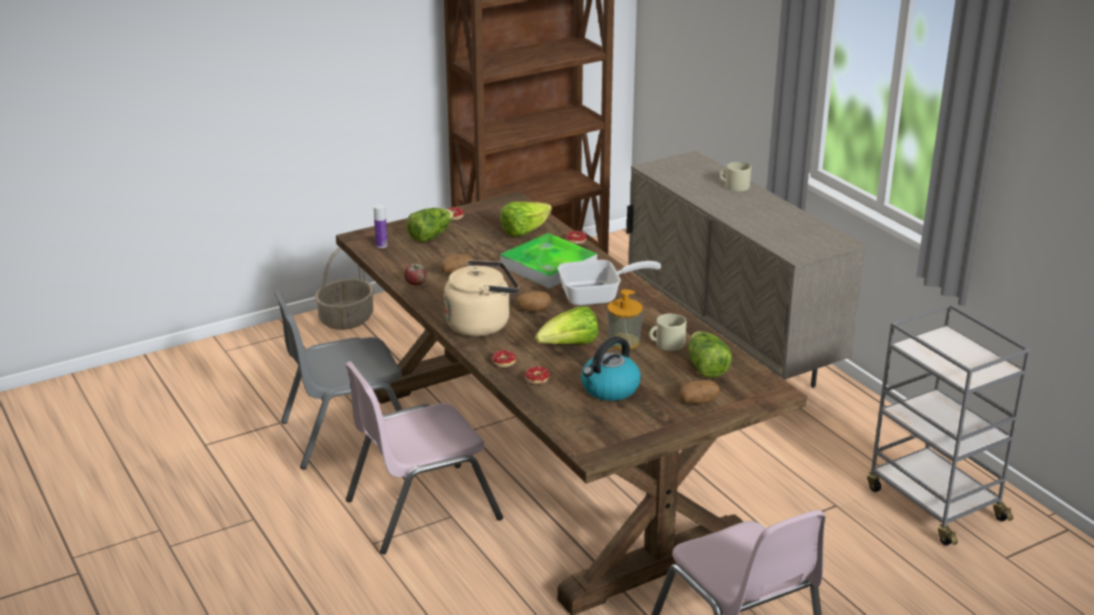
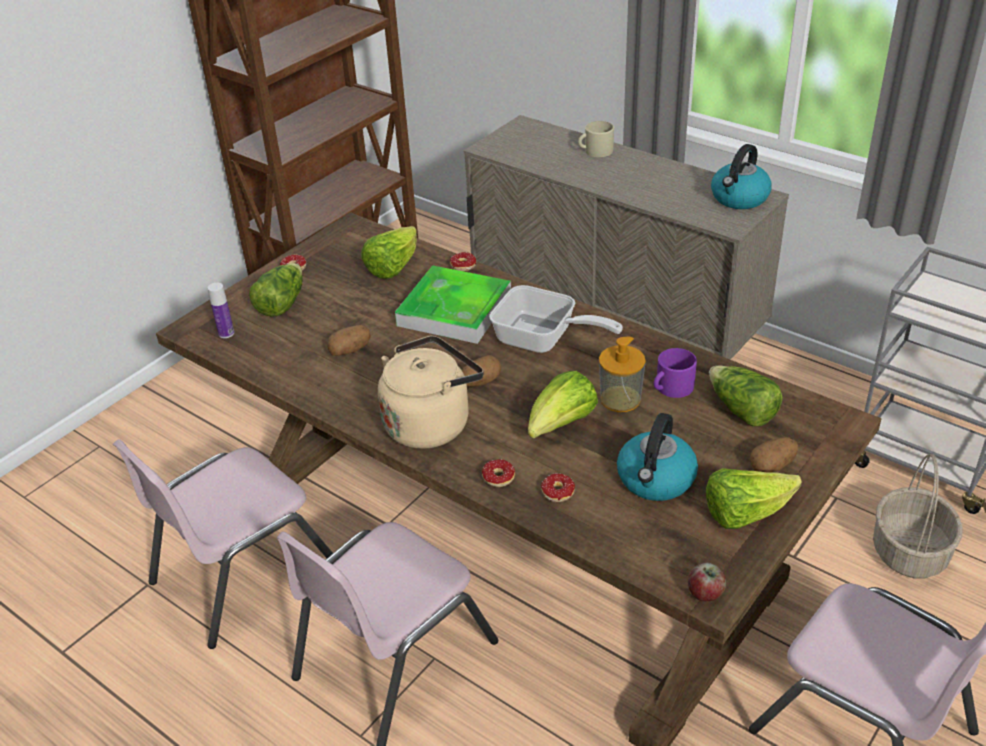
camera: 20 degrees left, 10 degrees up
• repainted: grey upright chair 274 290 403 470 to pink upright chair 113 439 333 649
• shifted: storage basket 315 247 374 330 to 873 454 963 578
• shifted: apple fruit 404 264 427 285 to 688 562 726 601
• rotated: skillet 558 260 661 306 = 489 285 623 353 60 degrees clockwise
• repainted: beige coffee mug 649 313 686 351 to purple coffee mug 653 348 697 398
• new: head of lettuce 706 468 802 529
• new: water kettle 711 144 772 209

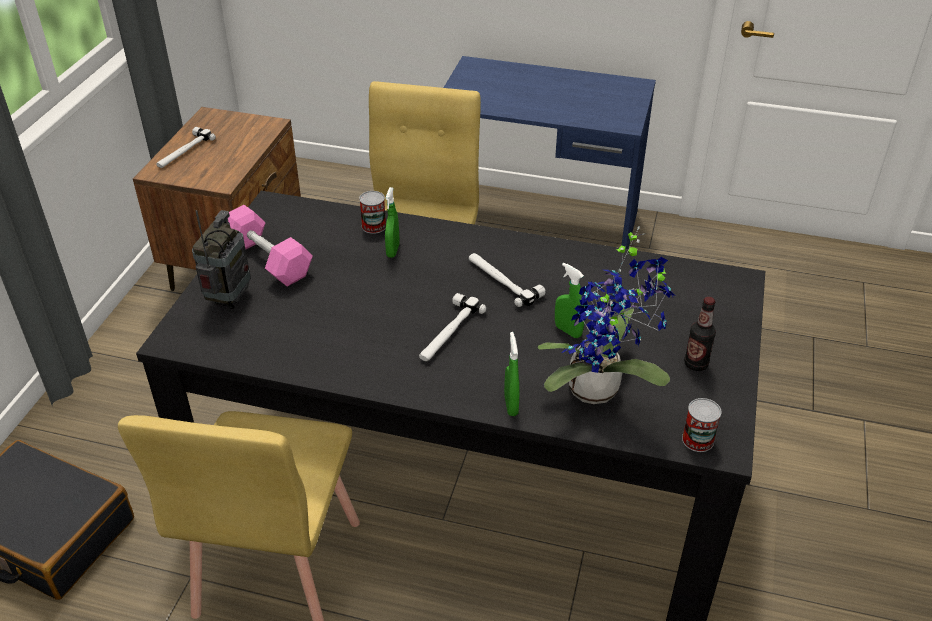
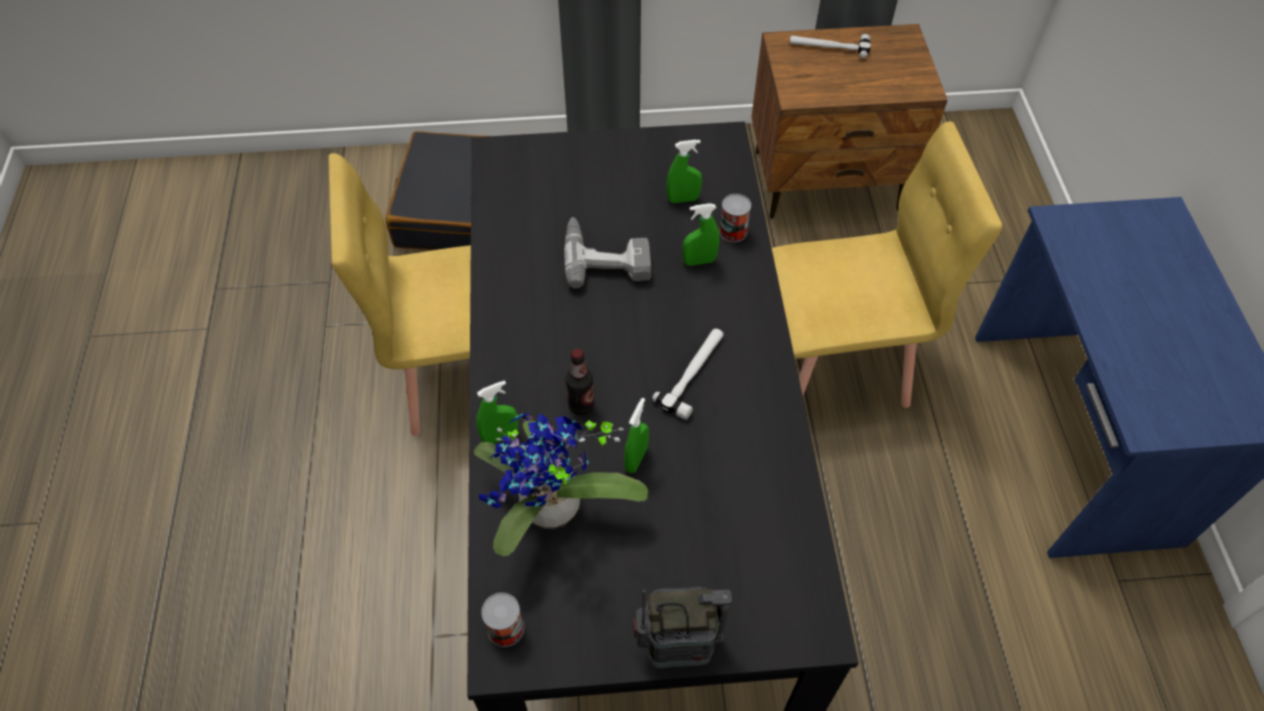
camera: 70 degrees right, 15 degrees up
• shifted: radio receiver 192 210 251 309 to 633 587 732 668
• gone: pink hand weight 228 205 313 287
• gone: hand hammer 419 293 486 361
• shifted: bottle 684 297 716 371 to 565 348 595 415
• new: drill 564 217 651 288
• new: green-coloured sprayer 667 139 702 203

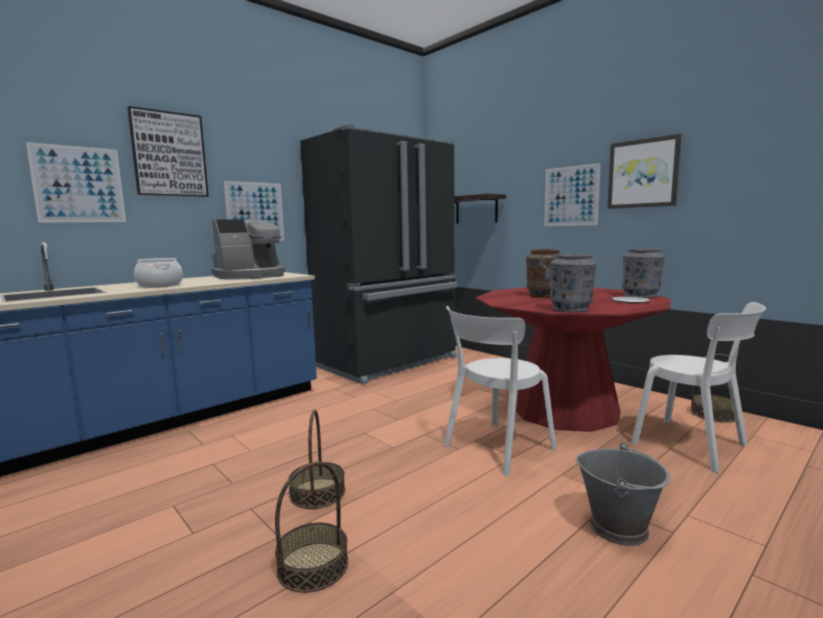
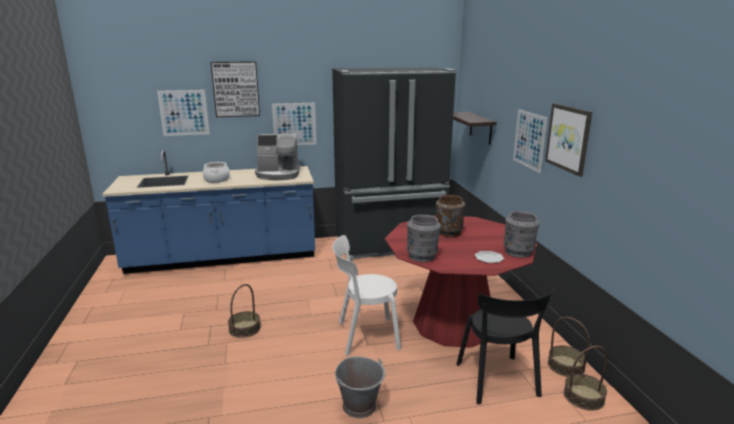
camera: 30 degrees right, 10 degrees up
• shifted: storage basket 275 462 348 593 to 564 346 607 411
• repainted: whitish upright chair 631 302 766 473 to black-coloured upright chair 456 288 556 404

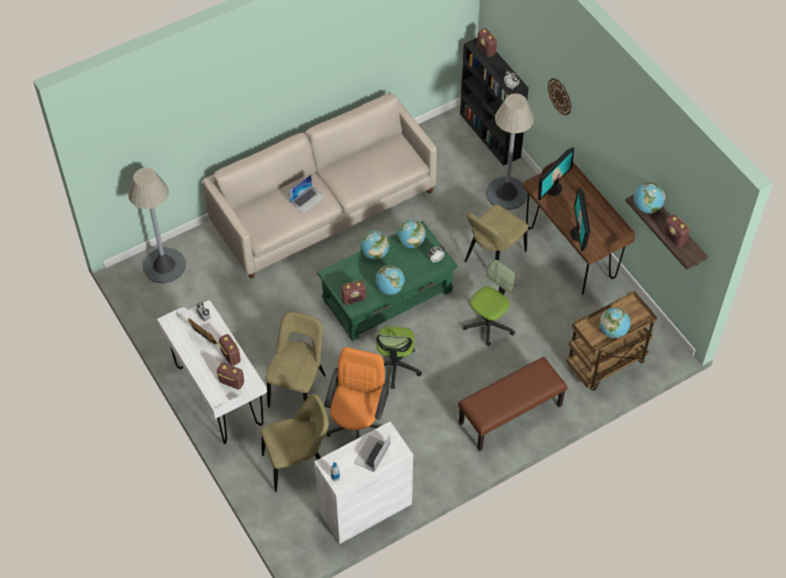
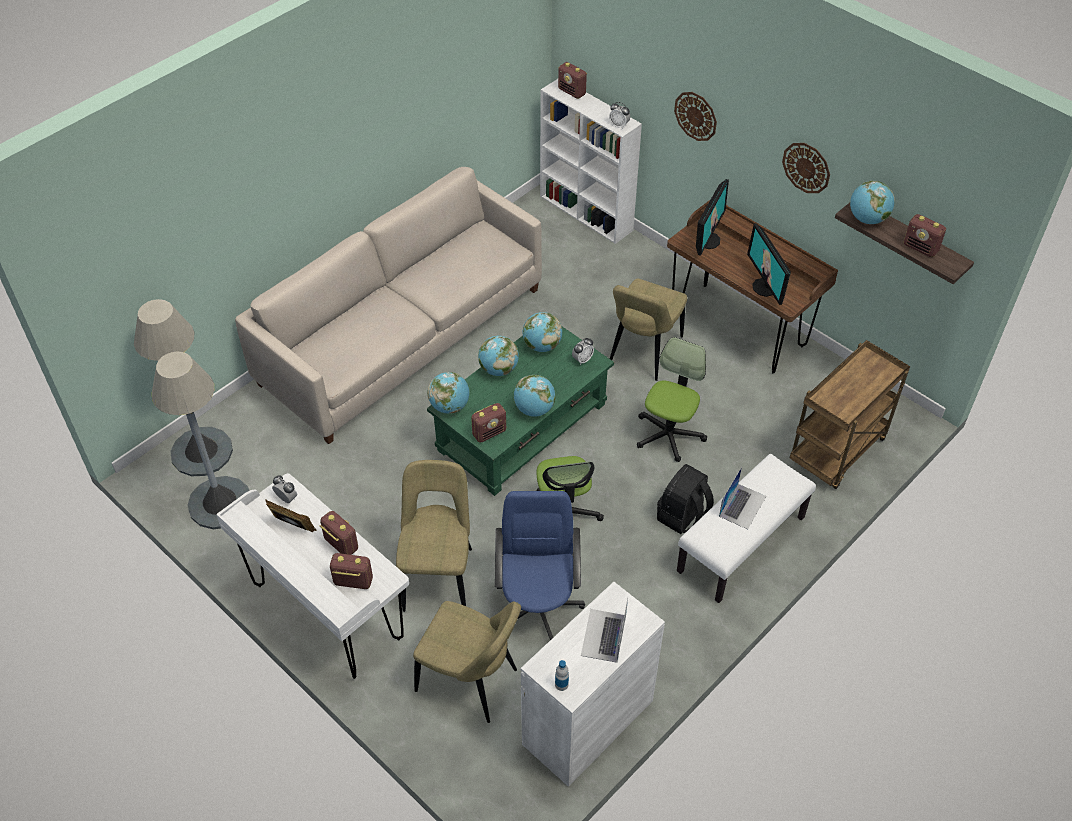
camera: 15 degrees left, 5 degrees down
• rotated: beige upright chair 261 394 329 492 = 413 601 521 723 60 degrees clockwise
• shifted: portable computer 289 174 325 214 to 719 467 766 529
• repainted: orange-coloured desk chair 324 347 390 439 to bluish desk chair 495 491 585 640
• repainted: brownish bench 458 357 567 451 to whitish bench 677 454 816 603
• repainted: black-coloured bookcase 460 38 529 166 to whitish bookcase 540 79 642 244
• shifted: grey floor lamp 486 94 534 210 to 152 352 250 529
• shifted: world globe 599 308 630 338 to 428 372 469 414
• new: black-coloured rucksack 657 464 714 534
• new: clock on the wall 782 143 830 193

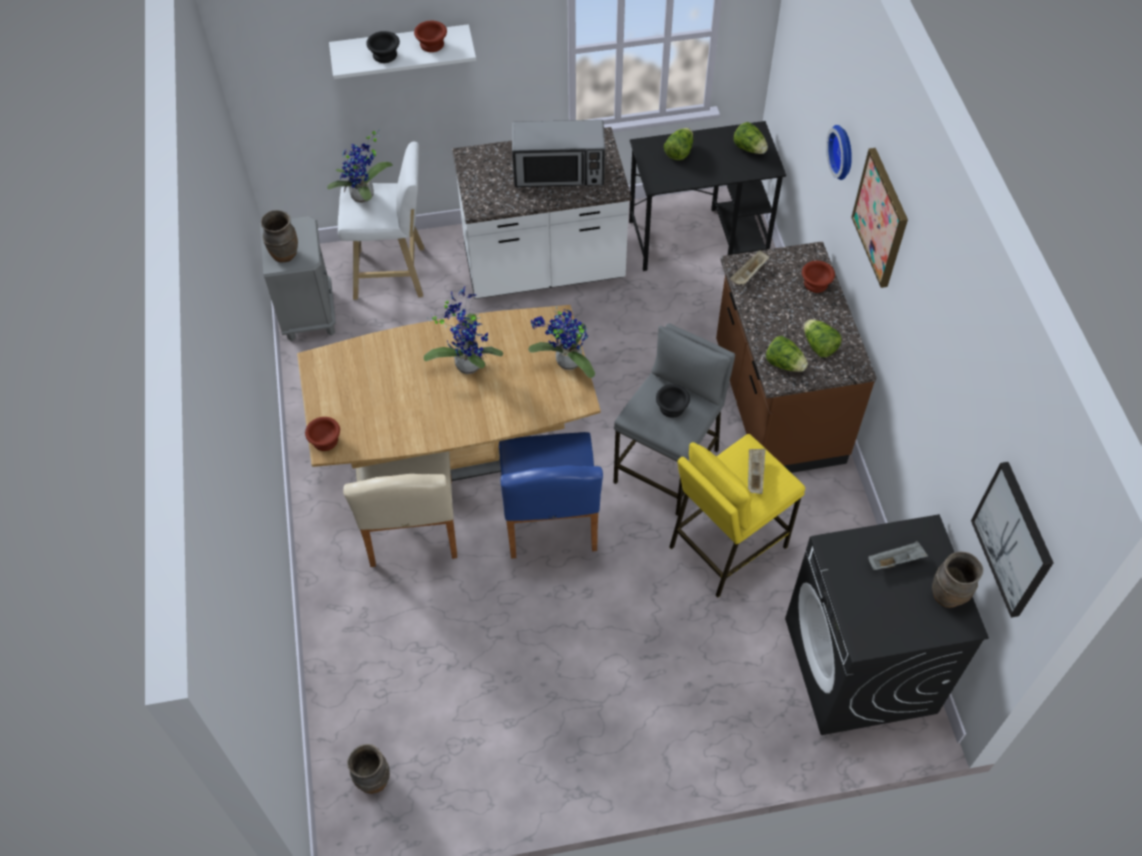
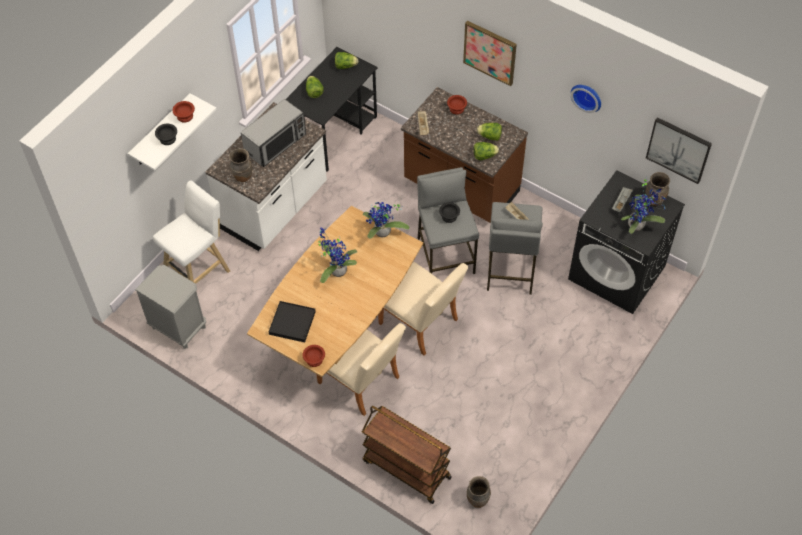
camera: 45 degrees left, 0 degrees up
• shifted: brownish decorative vase 261 210 298 263 to 229 148 252 182
• shifted: houseplant 327 129 393 203 to 621 179 667 234
• repainted: bluish upright chair 499 432 603 559 to beige upright chair 378 262 468 355
• repainted: yellow-coloured stool 670 434 805 598 to grey stool 487 202 543 295
• shifted: clock on the wall 826 125 852 180 to 571 85 601 113
• new: black-coloured serving tray 269 301 316 343
• new: brownish cart 362 406 452 504

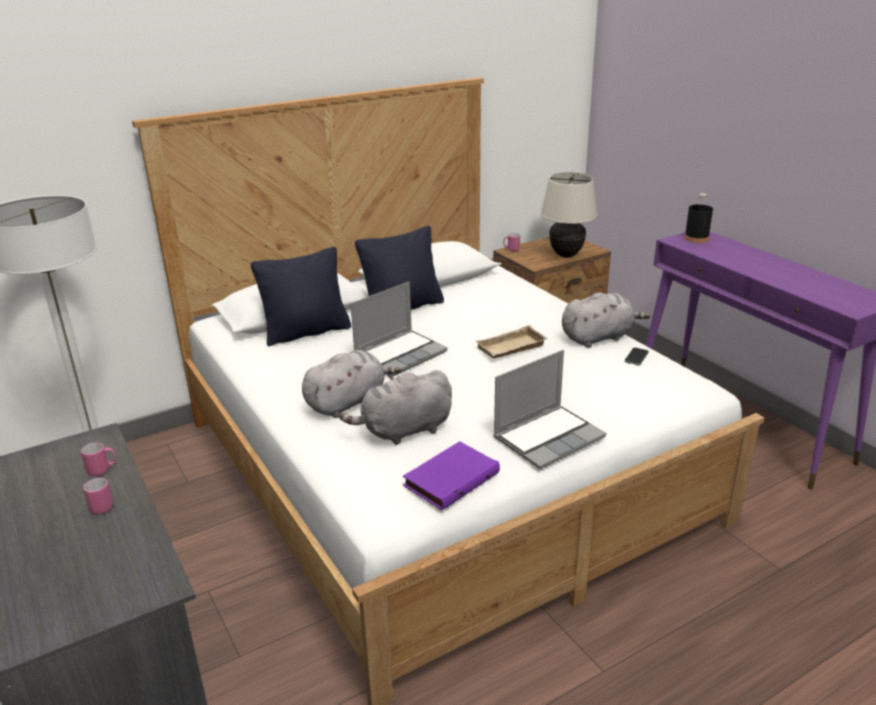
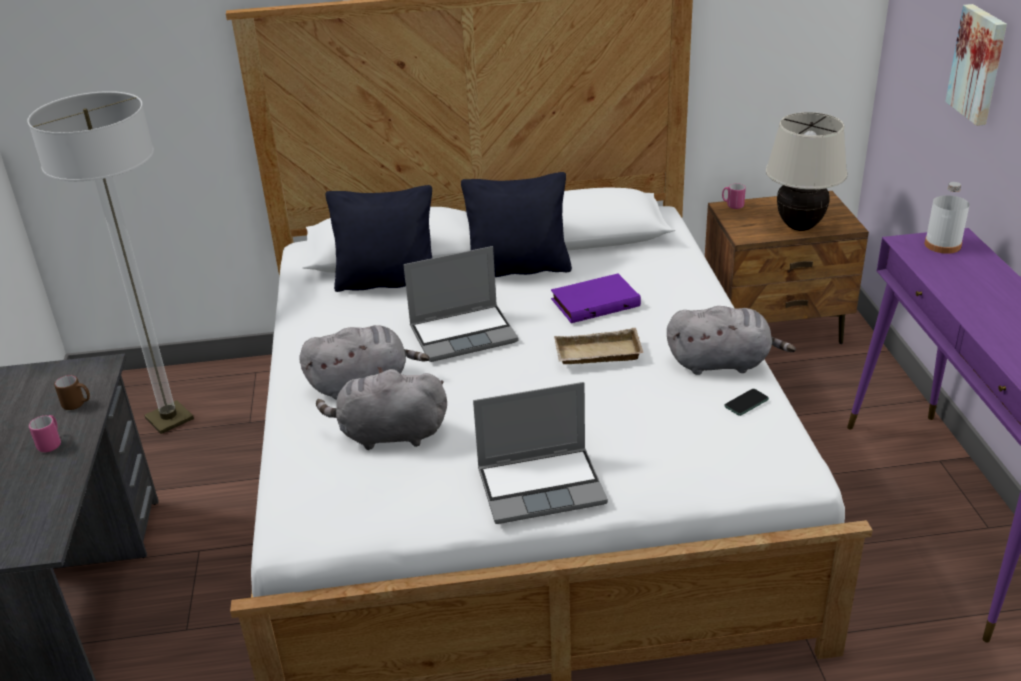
camera: 25 degrees right, 5 degrees up
• repainted: pink coffee mug 81 443 116 476 to brownish coffee mug 54 375 90 410
• shifted: purple volume 403 441 500 510 to 551 274 641 323
• repainted: black-coloured bottle 684 193 713 243 to whitish bottle 925 182 969 254
• new: wall art 945 4 1007 126

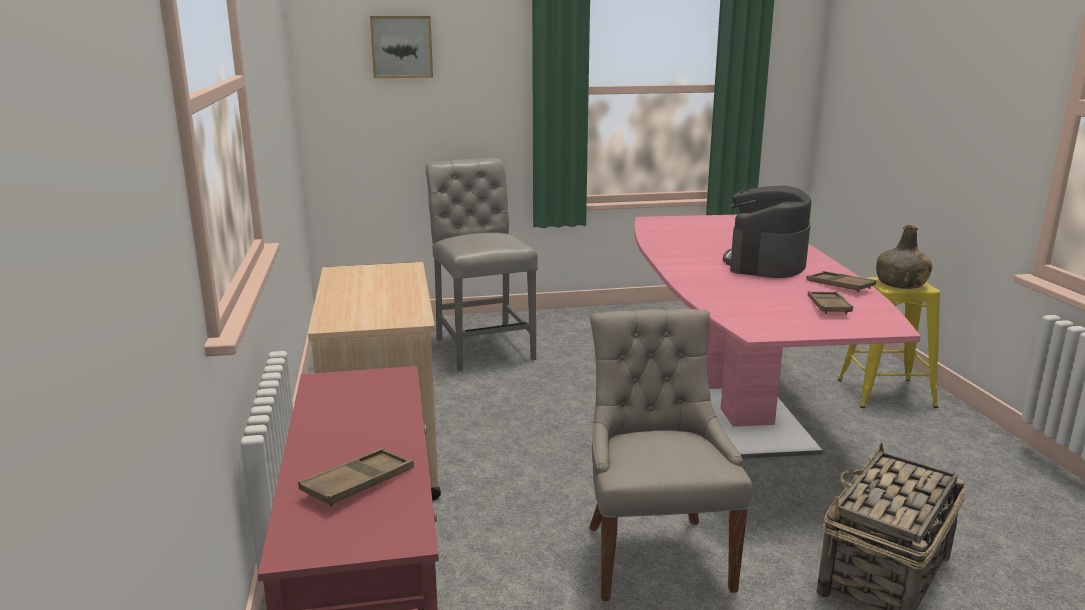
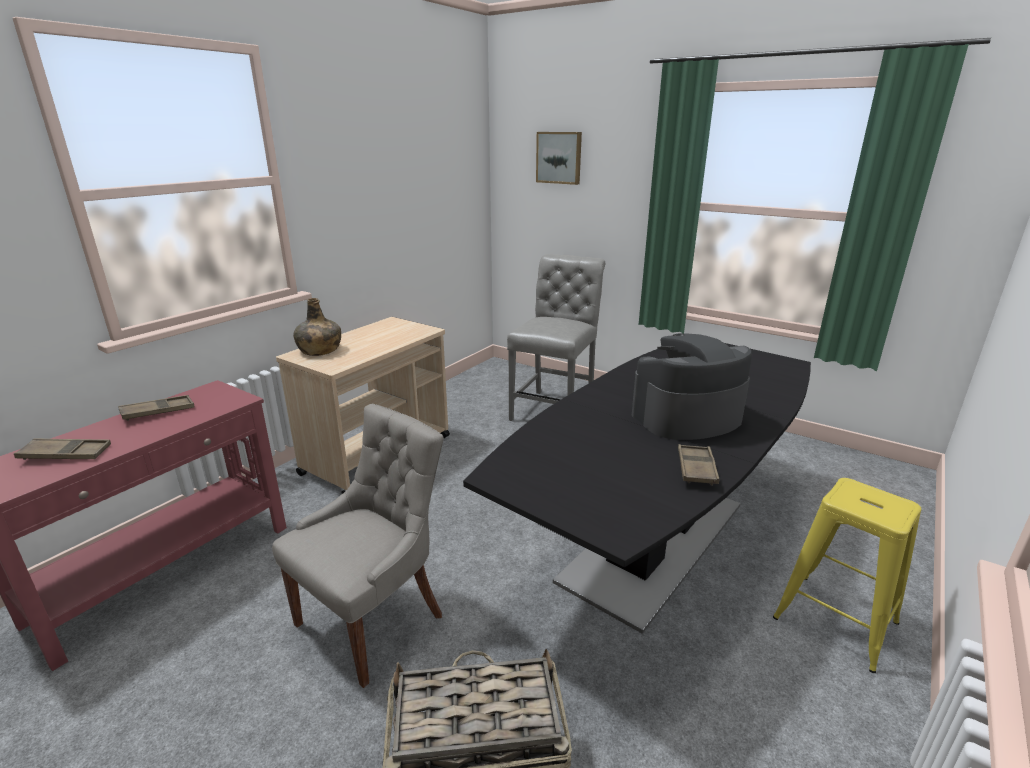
camera: 45 degrees right, 5 degrees up
• repainted: pink kitchen table 634 215 921 458 to black-coloured kitchen table 463 343 811 634
• shifted: brownish serving tray 808 291 853 314 to 118 395 194 421
• shifted: green-coloured bottle 876 225 932 289 to 293 298 341 356

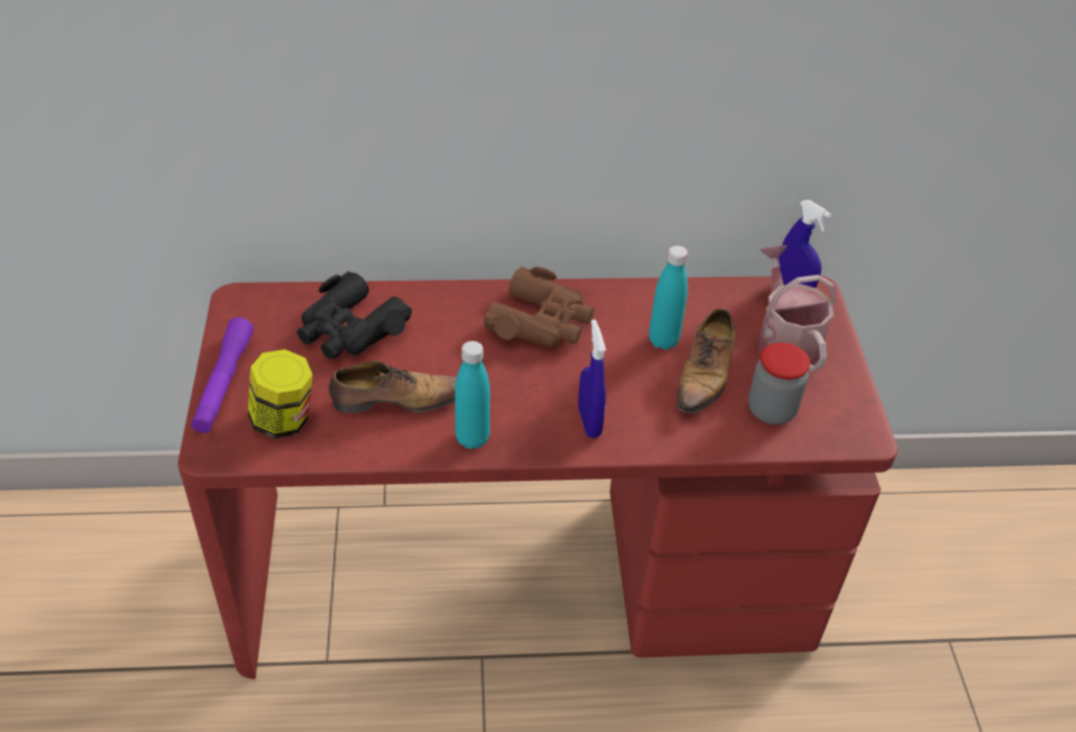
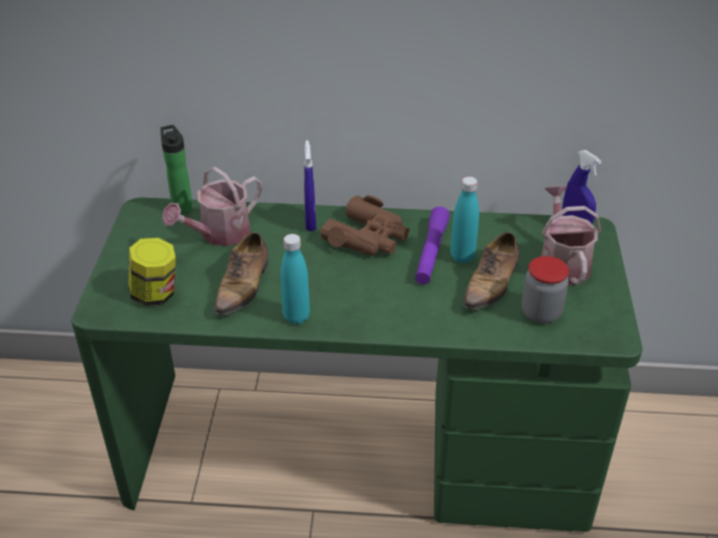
camera: 10 degrees right, 5 degrees down
• repainted: red desk unit 178 276 898 679 to green-coloured desk unit 71 197 643 532
• shifted: purple flashlight 191 317 254 433 to 415 207 450 284
• swapped: black-coloured field glasses 297 271 412 359 to watering can 162 167 262 246
• rotated: shoe 328 360 457 413 = 214 232 268 315 105 degrees clockwise
• shifted: bluish sprayer 578 319 606 438 to 304 140 316 231
• new: bottle 160 125 193 215

